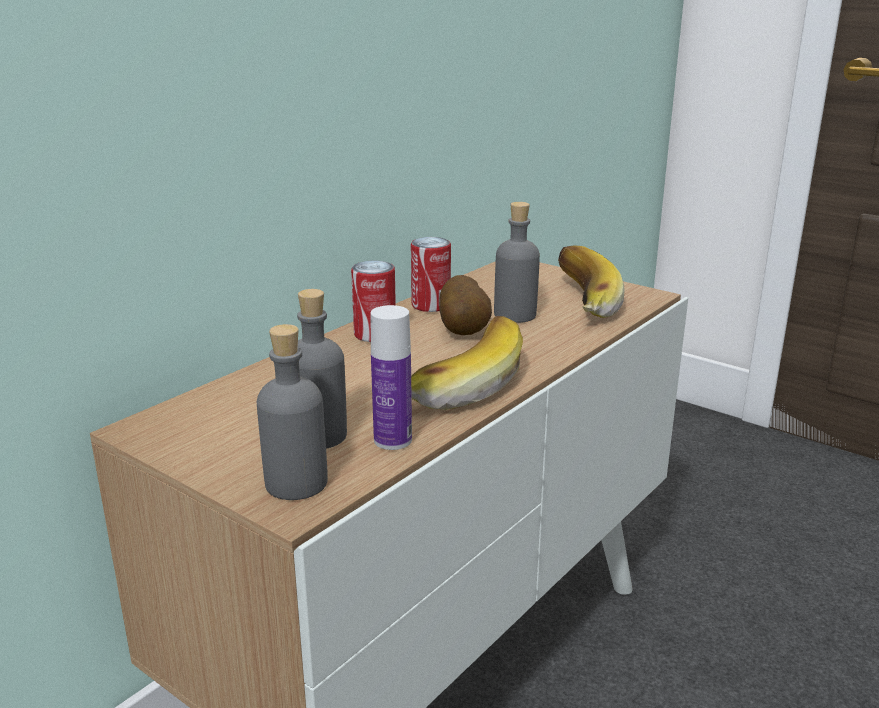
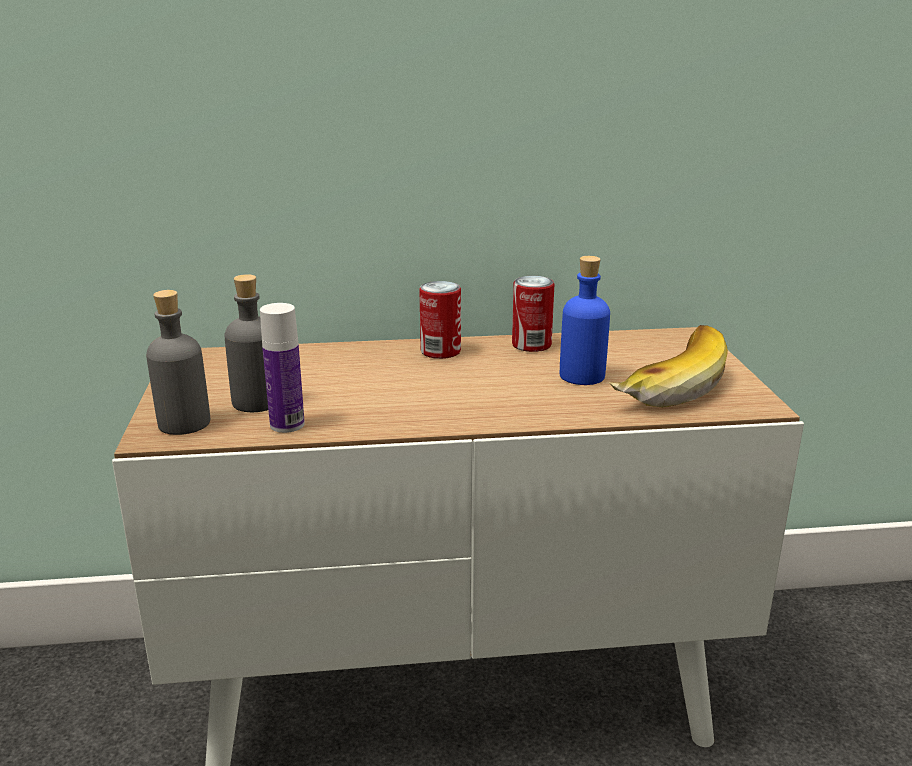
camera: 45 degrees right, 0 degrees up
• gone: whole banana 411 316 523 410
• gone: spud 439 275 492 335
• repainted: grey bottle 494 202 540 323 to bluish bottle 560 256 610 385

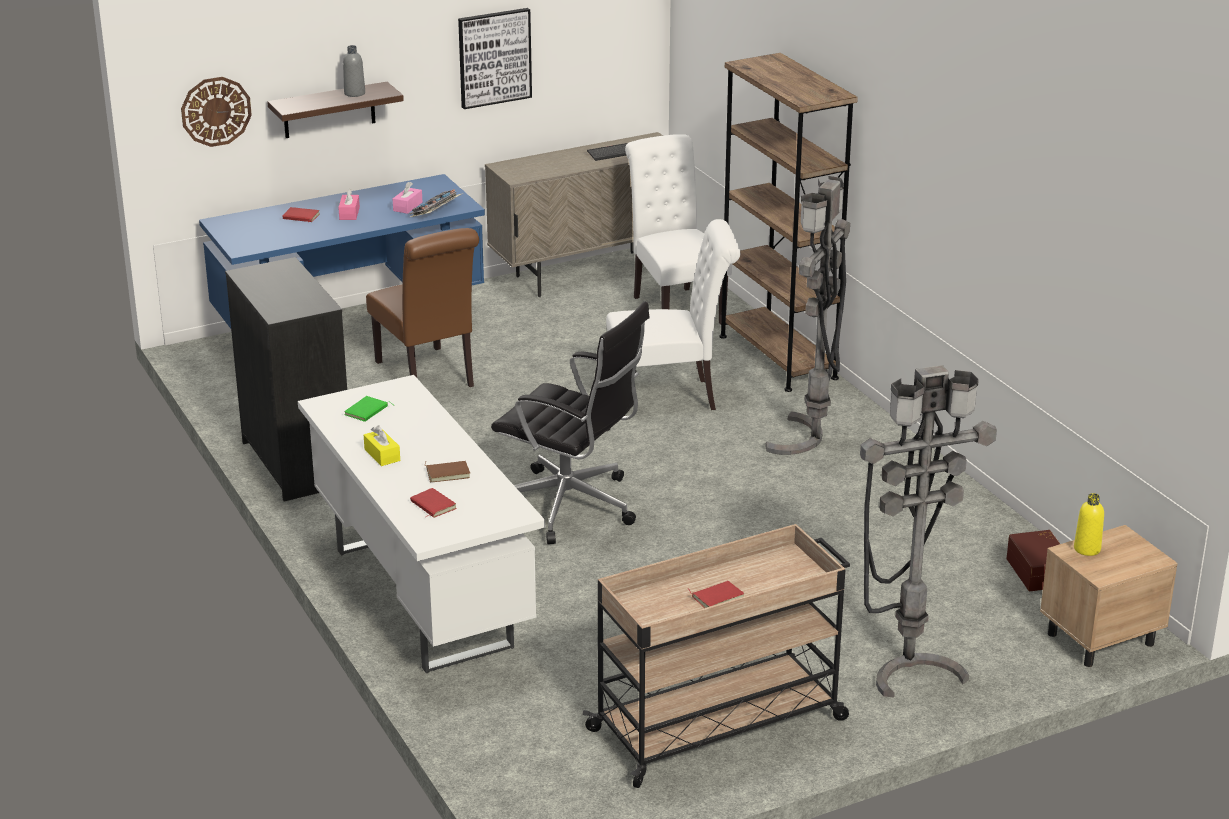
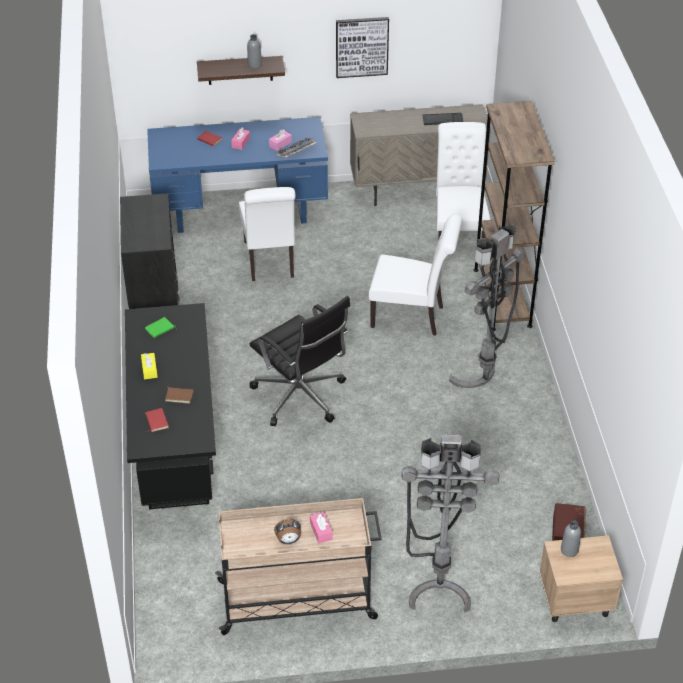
camera: 20 degrees right, 15 degrees up
• gone: clock on the wall 181 77 252 147
• repainted: whitish desk unit 298 375 545 673 to black-coloured desk unit 125 303 216 510
• repainted: brownish upright chair 366 228 479 387 to whitish upright chair 239 187 296 281
• swapped: red volume 689 581 744 608 to bedside clock 274 519 301 544
• repainted: yellow-coloured bottle 1074 493 1104 556 to grey bottle 561 520 581 557
• new: pink tissue box 310 512 333 543

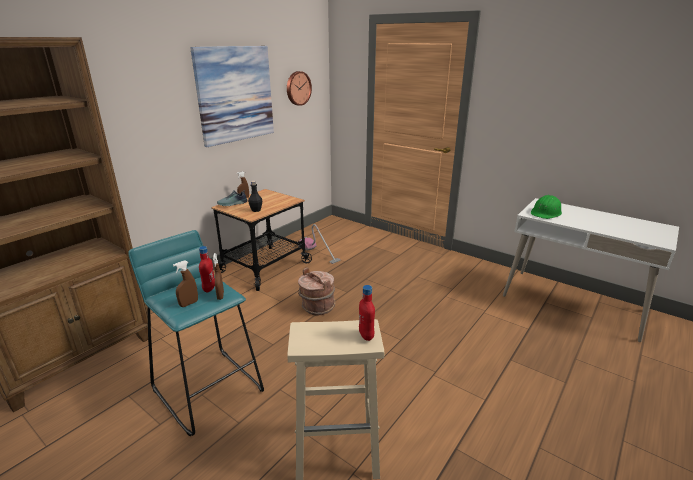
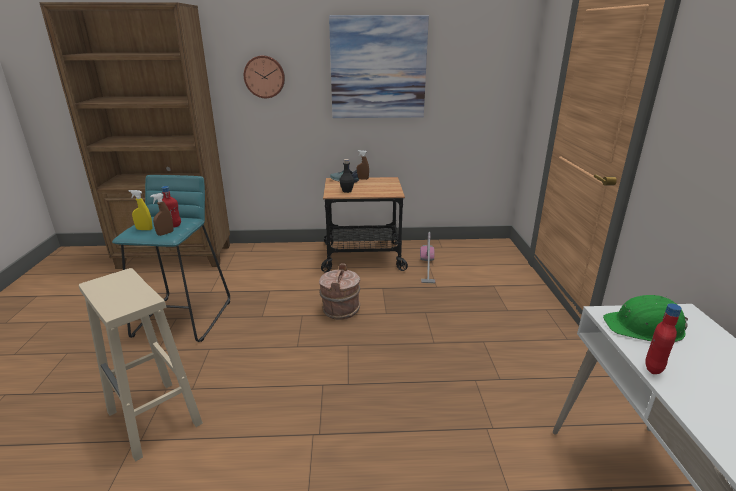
camera: 50 degrees right, 0 degrees up
• repainted: brownish sprayer 173 260 198 307 to yellow-coloured sprayer 129 190 153 230
• shifted: clock on the wall 287 71 312 106 to 244 55 285 98
• shifted: red bottle 359 285 375 341 to 645 303 682 374

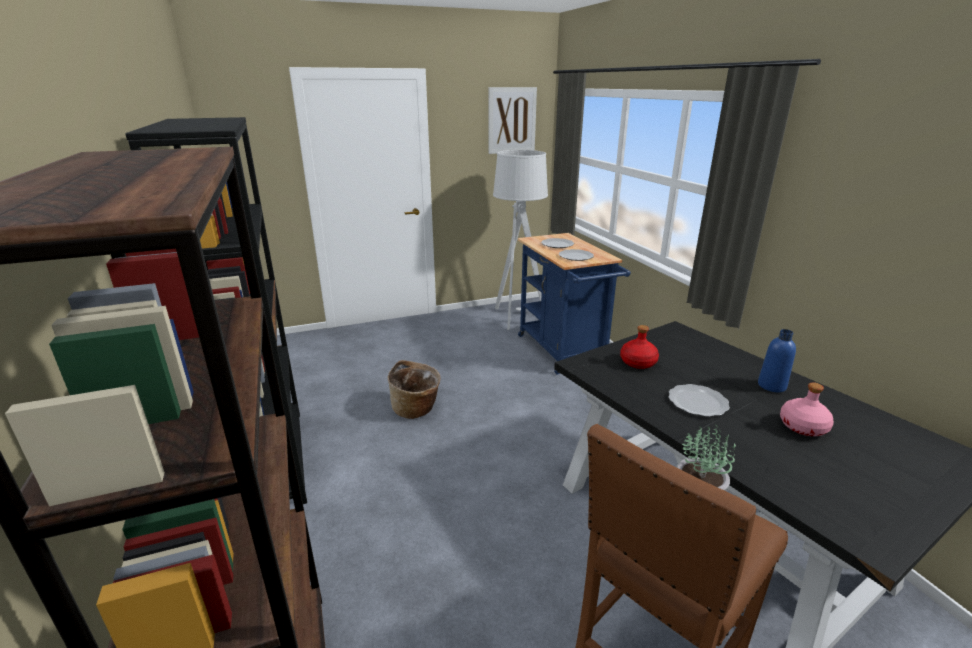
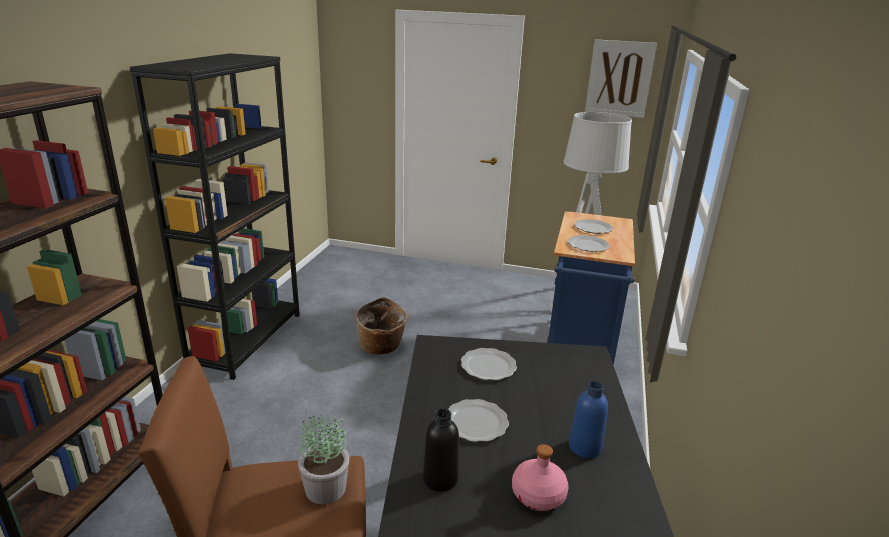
camera: 35 degrees right, 0 degrees up
• swapped: red bottle 620 325 659 369 to plate 461 348 517 380
• new: black-coloured bottle 423 409 459 492

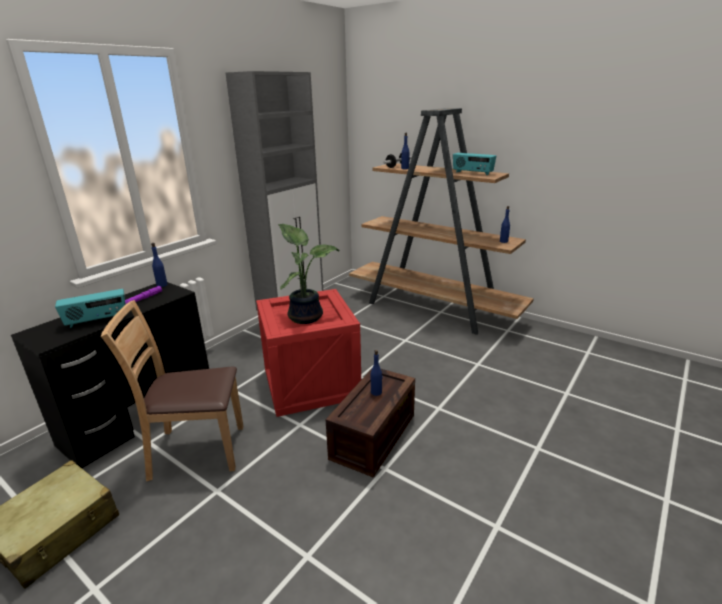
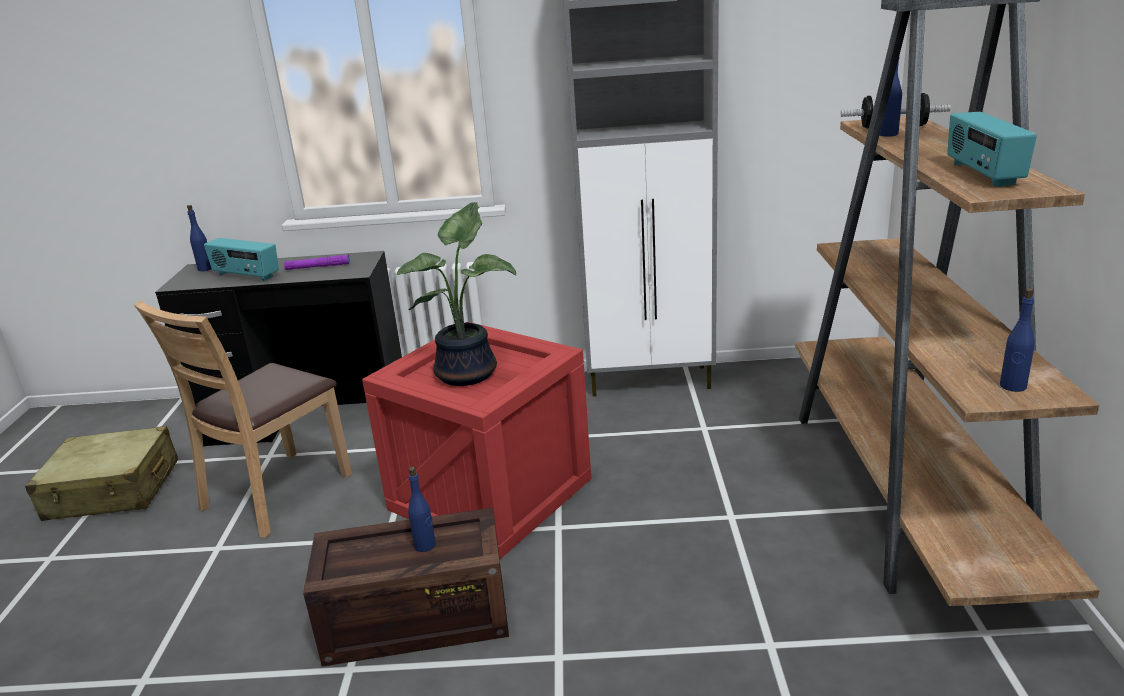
camera: 55 degrees right, 0 degrees up
• rotated: brownish upright chair 101 300 243 481 = 134 300 352 538 105 degrees counterclockwise
• shifted: bluish bottle 151 243 167 287 to 187 205 212 271

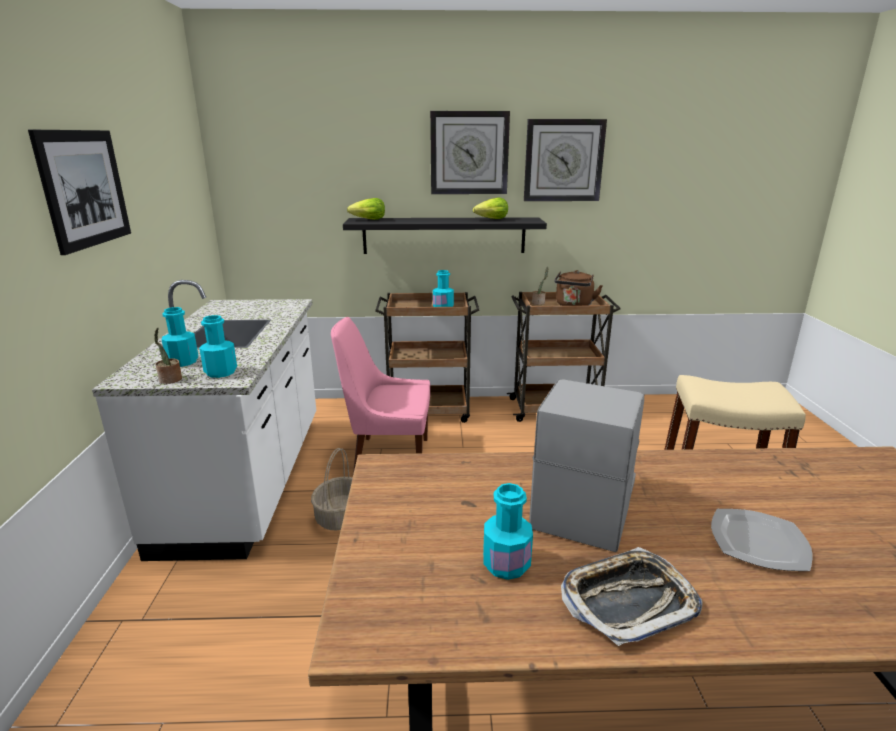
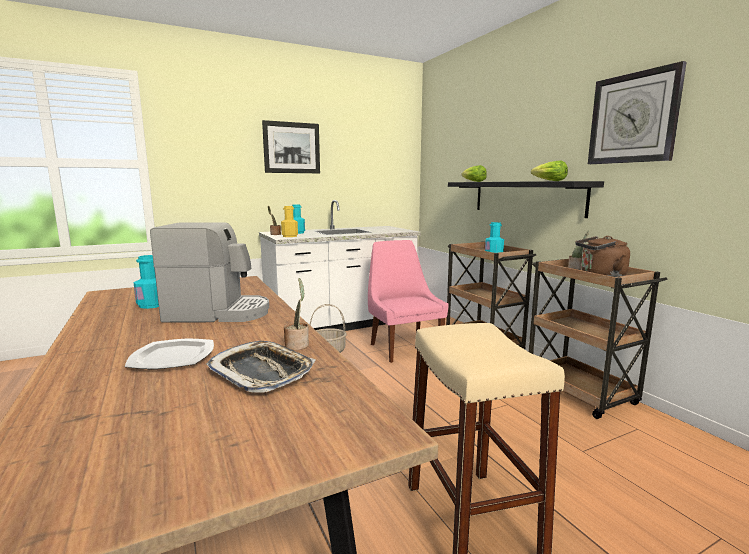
camera: 65 degrees right, 10 degrees down
• repainted: turquoise bottle 199 315 237 378 to yellow-coloured bottle 281 206 298 237
• gone: clock on the wall 430 111 510 194
• shifted: serving tray 561 547 703 646 to 206 341 316 393
• new: houseplant 284 278 309 350

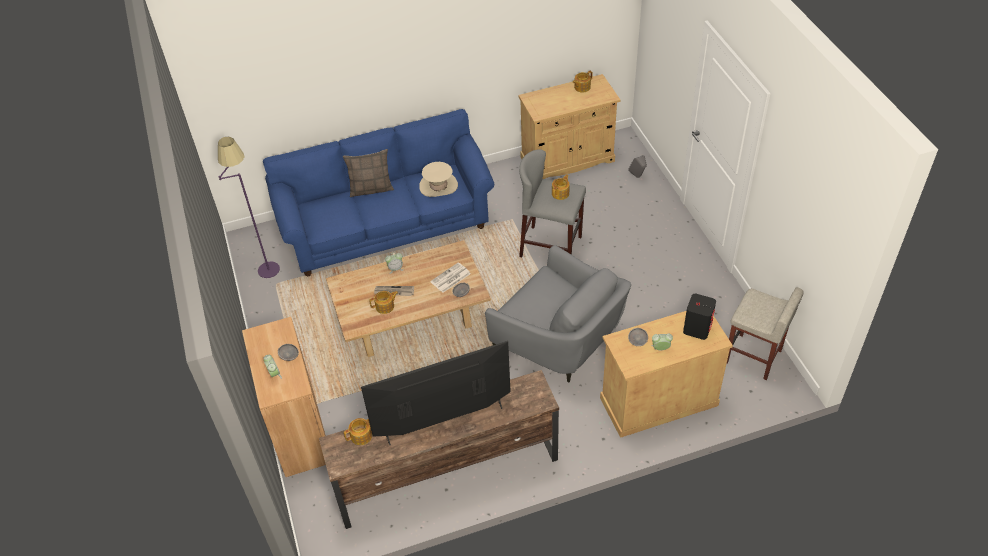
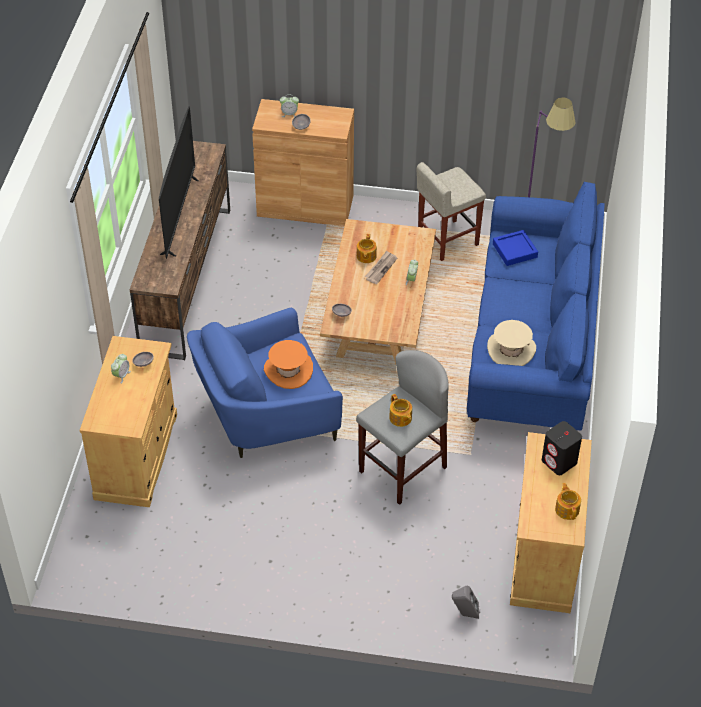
camera: 115 degrees right, 0 degrees up
• gone: pillow 343 149 394 197
• gone: pot for tea 344 418 372 445
• gone: printed paper 430 262 471 293
• repainted: grey armchair 485 245 631 383 to bluish armchair 187 308 343 458
• shifted: black-coloured loudspeaker 683 294 716 340 to 542 421 582 475
• shifted: beige stool 727 287 804 380 to 417 162 486 261
• new: orange-coloured hat 264 340 313 389
• new: bluish serving tray 493 230 538 266

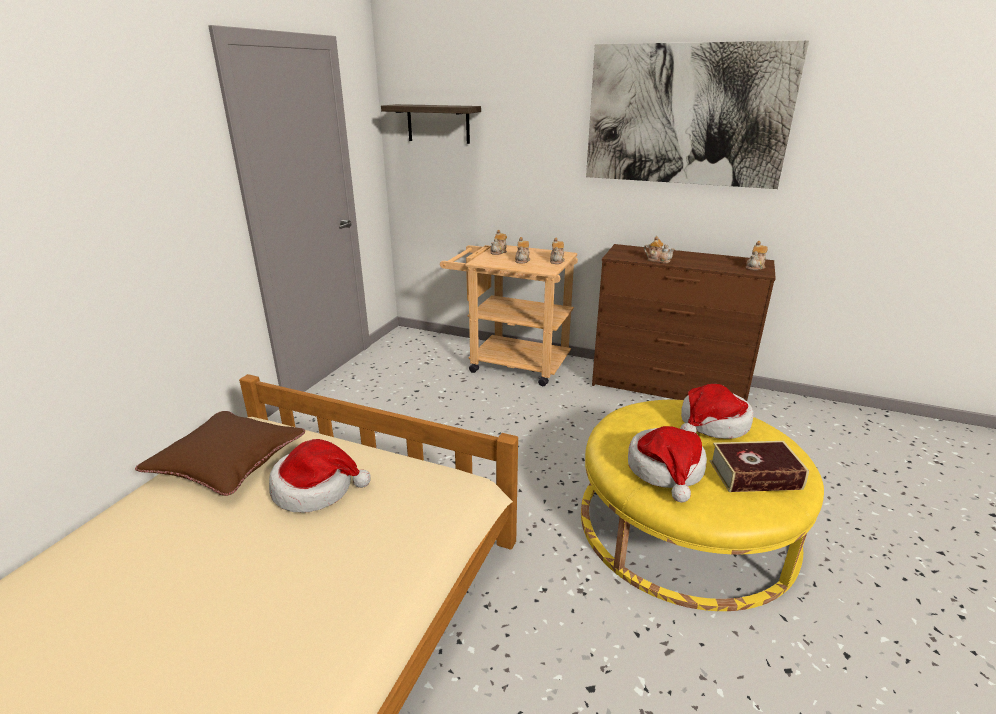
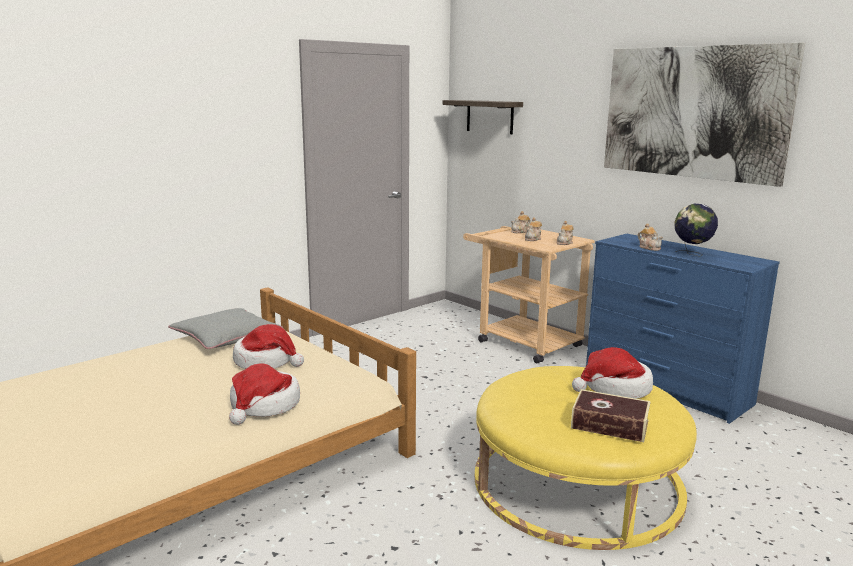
camera: 25 degrees right, 10 degrees down
• repainted: brownish pillow 135 411 305 496 to grey pillow 168 308 283 349
• repainted: brownish drawer chest 592 244 776 401 to bluish drawer chest 586 234 780 424
• shifted: hat 628 426 707 503 to 229 363 300 425
• gone: pot for tea 746 241 768 270
• new: world globe 674 203 718 257

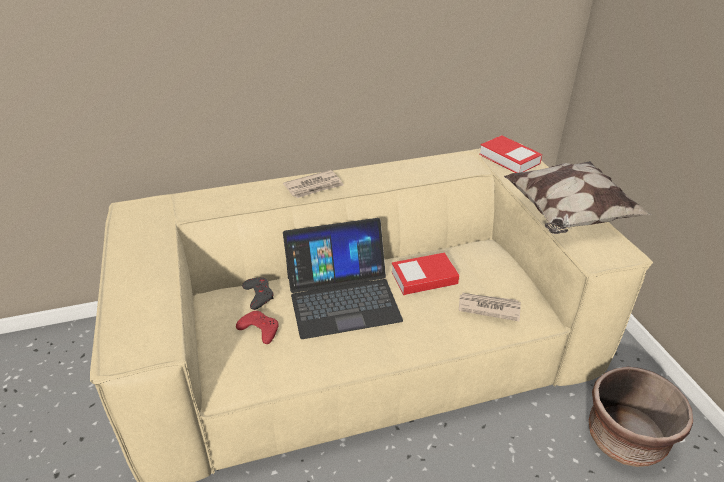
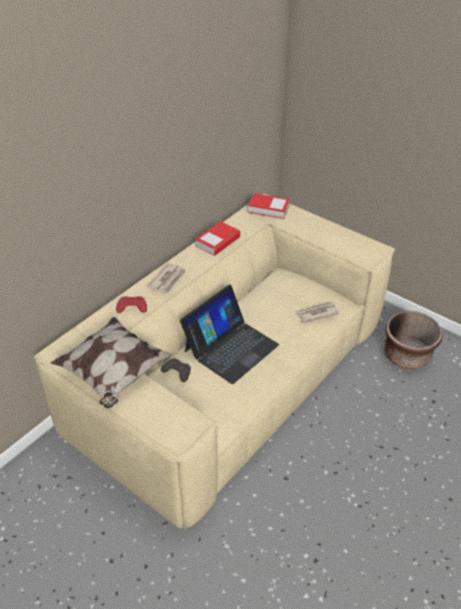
camera: 35 degrees left, 5 degrees up
• shifted: red joypad 236 311 279 344 to 116 296 147 313
• shifted: volume 392 253 459 295 to 195 221 240 256
• shifted: pillow 504 161 652 234 to 51 317 173 409

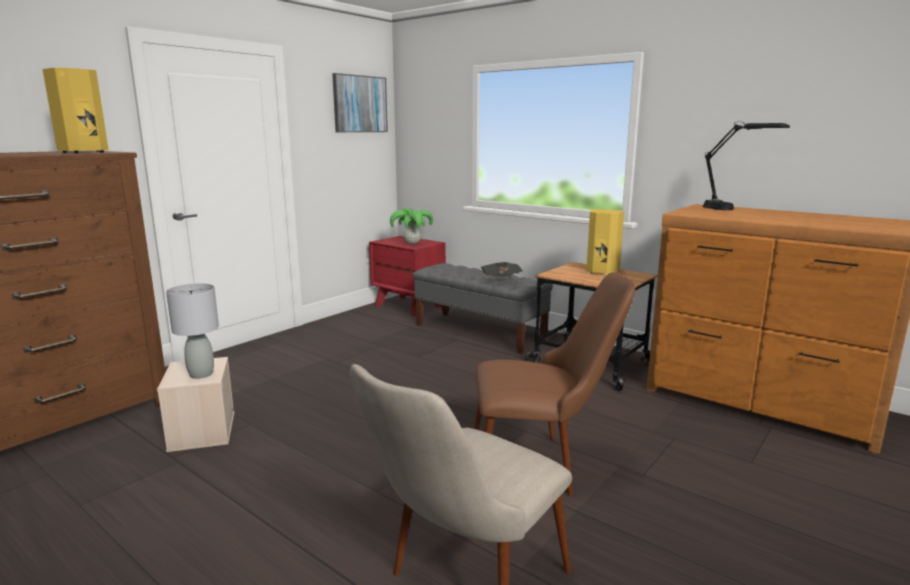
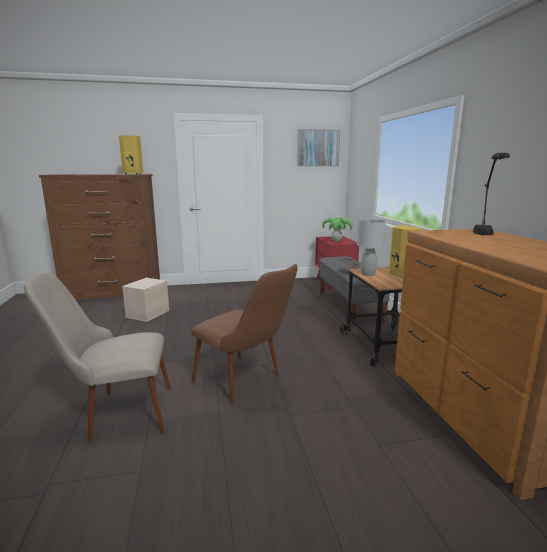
camera: 40 degrees right, 0 degrees up
• shifted: grey table lamp 166 283 219 379 to 357 219 386 276

